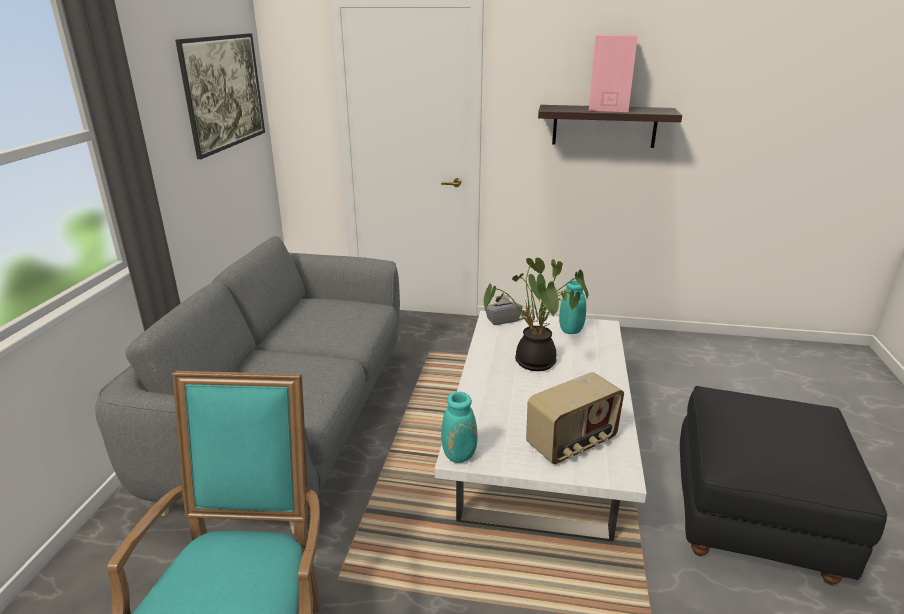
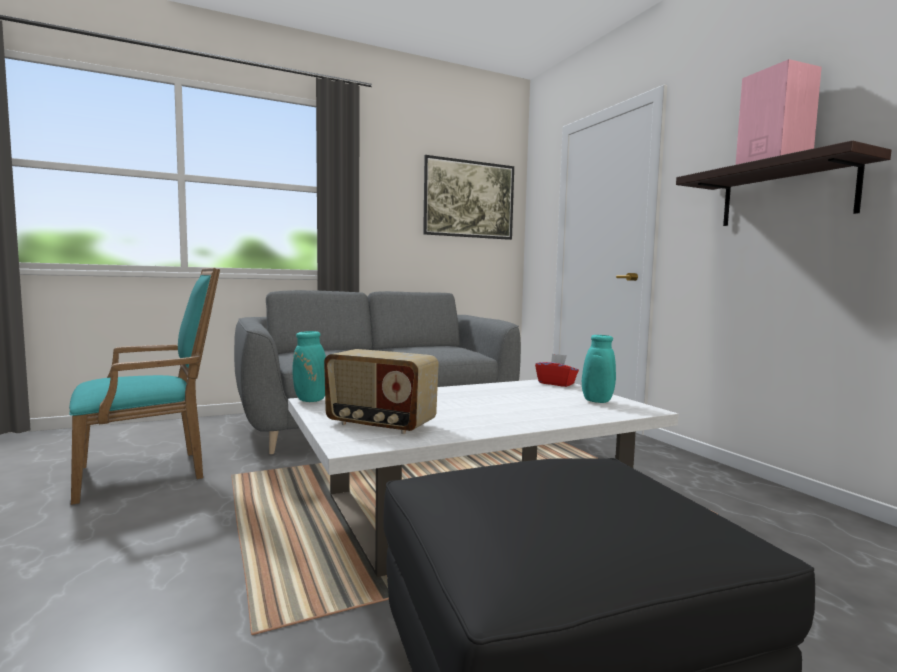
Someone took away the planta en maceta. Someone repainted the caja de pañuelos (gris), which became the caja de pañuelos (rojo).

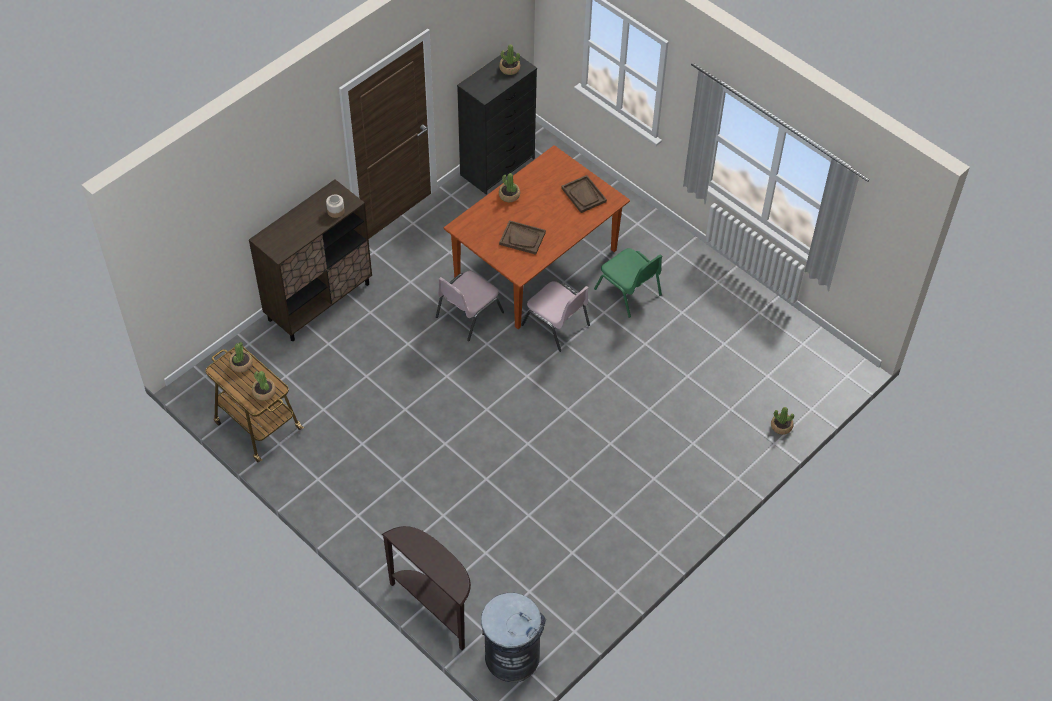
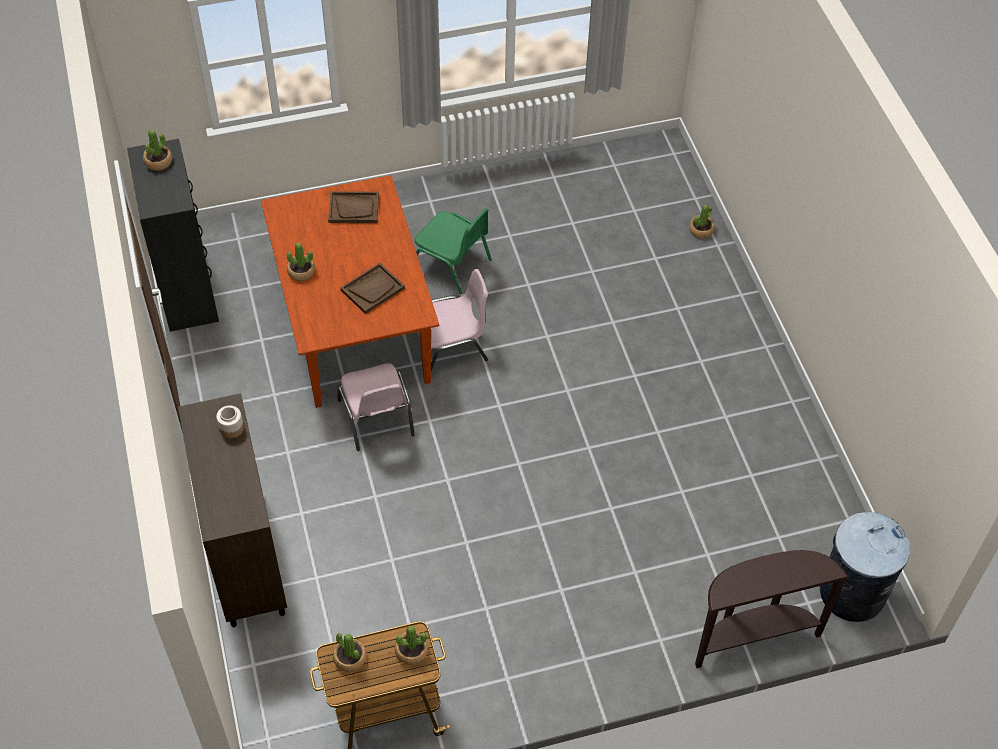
Someone rotated the silla (verde) by 45 degrees clockwise.

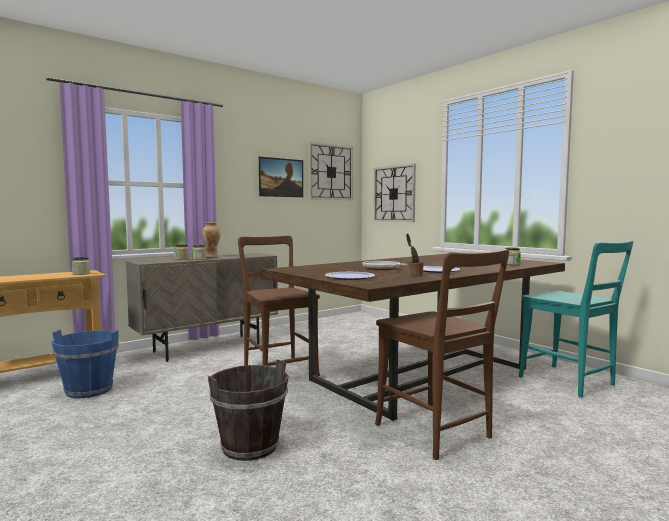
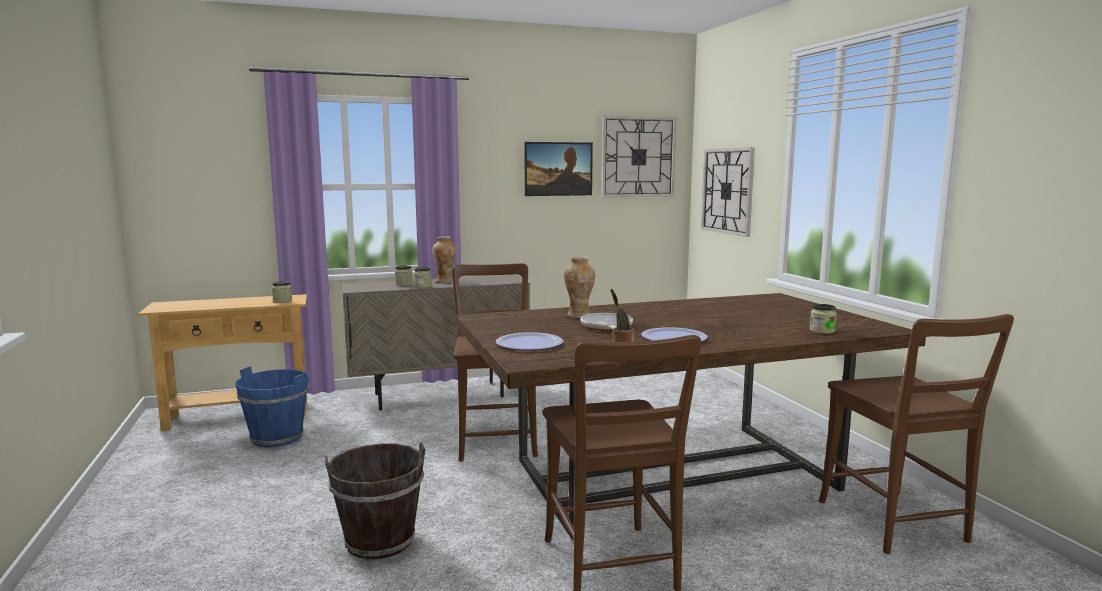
Someone repainted the silla (turquesa), which became the silla (marrón) (3rd from left). Someone put down the florero (2nd from left).

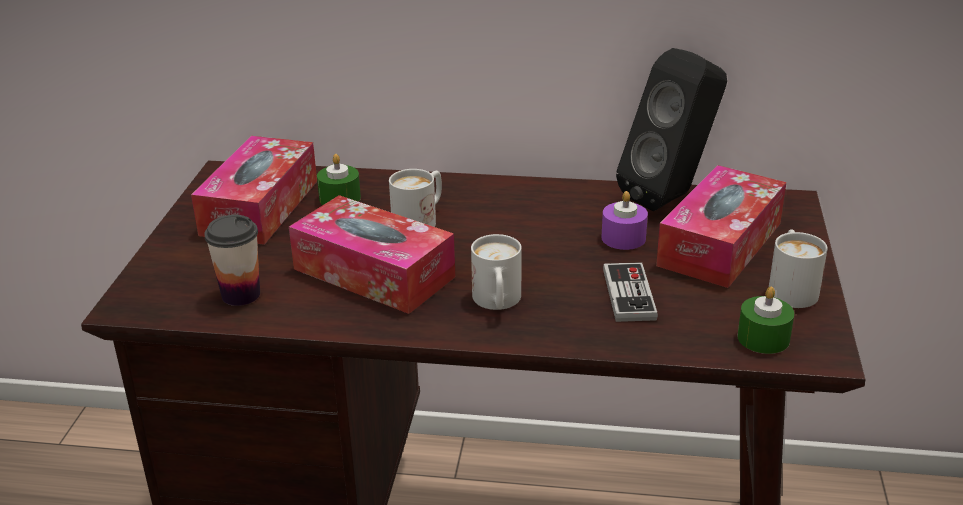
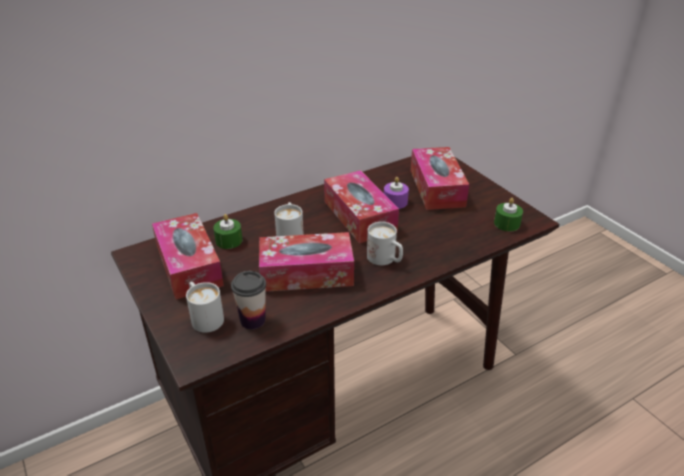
Someone took away the altavoz (negro). Someone carried the taza grande (blanco) (3rd from left in the first image). Someone took away the mando de consola. Someone put down the caja de pañuelos (3rd from left).

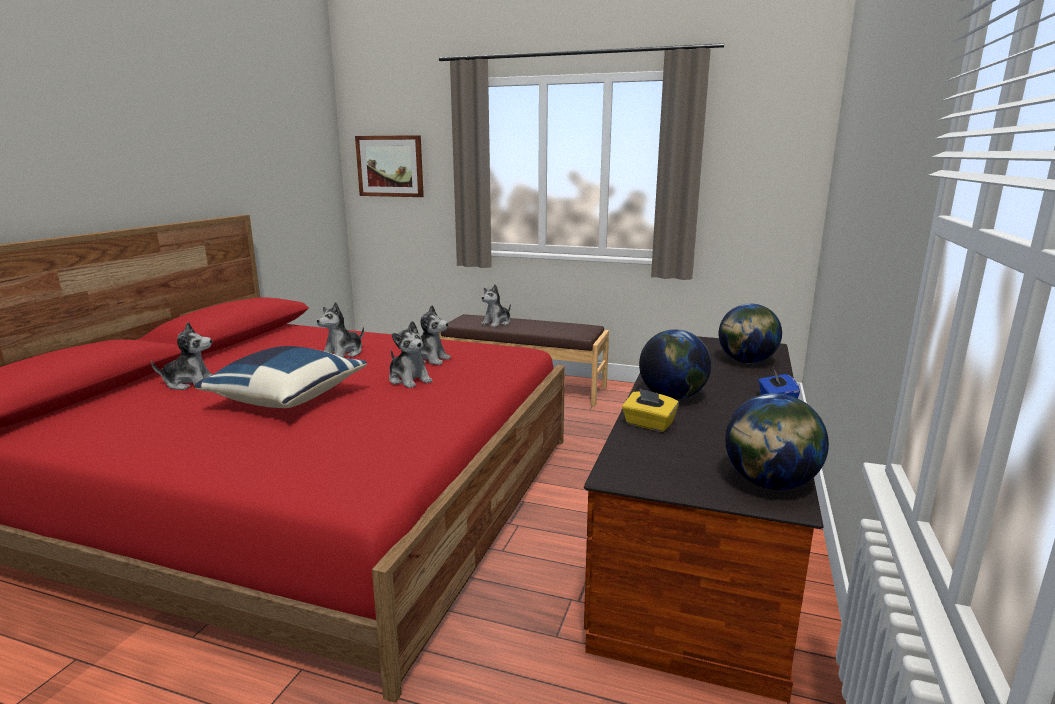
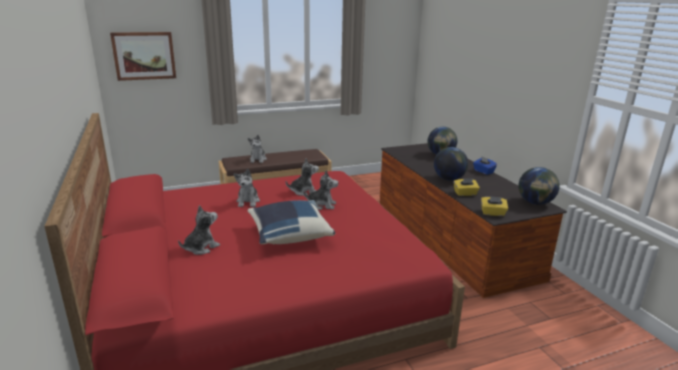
Someone put down the caja de pañuelos (amarillo) (2nd from left).

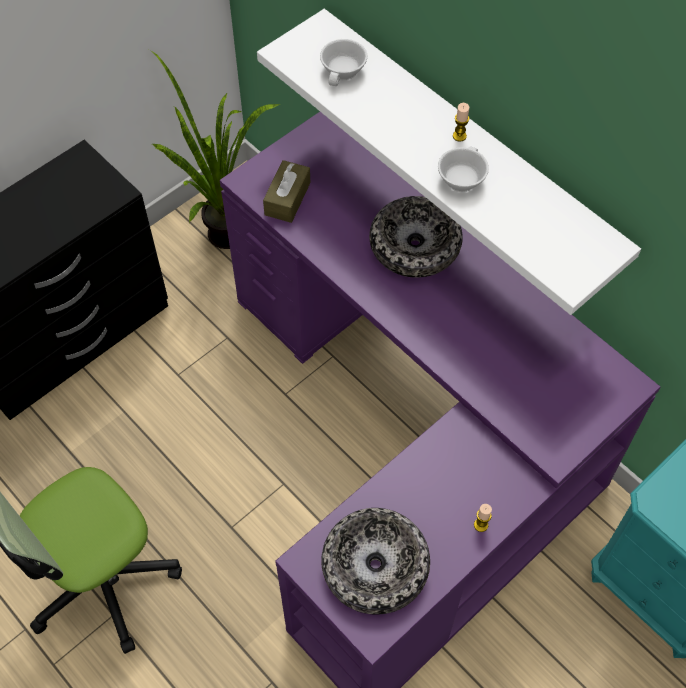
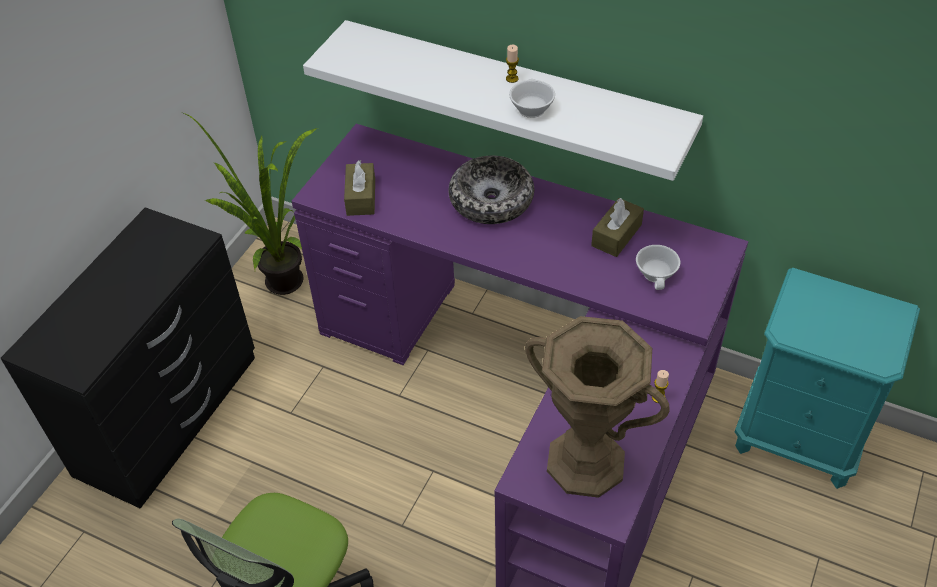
Someone carried the taza (blanco) (1st from left in the first image). Someone swapped the cuenco (1st from left) for the florero (marrón). Someone put down the caja de pañuelos (marrón) (2nd from left).

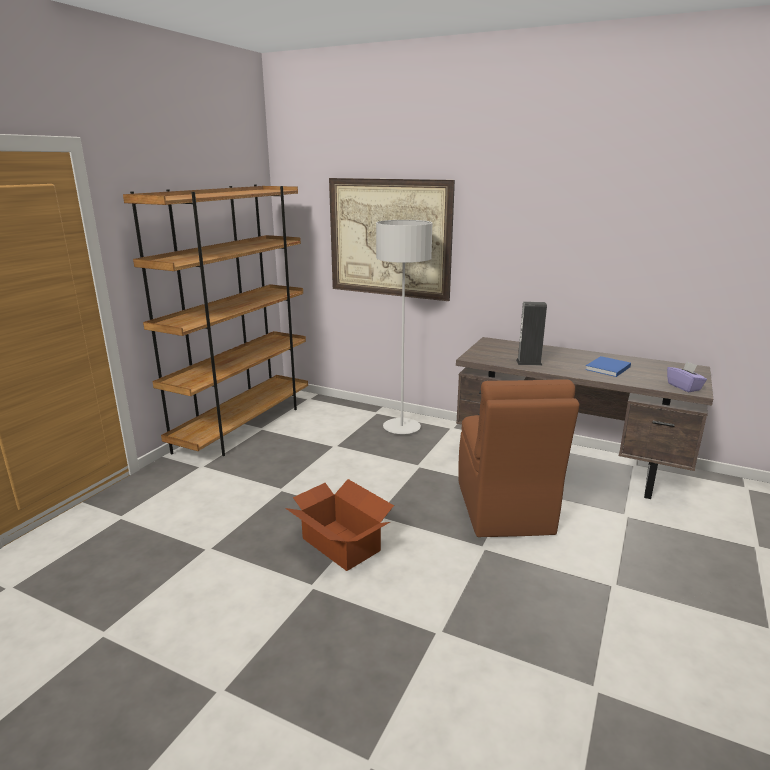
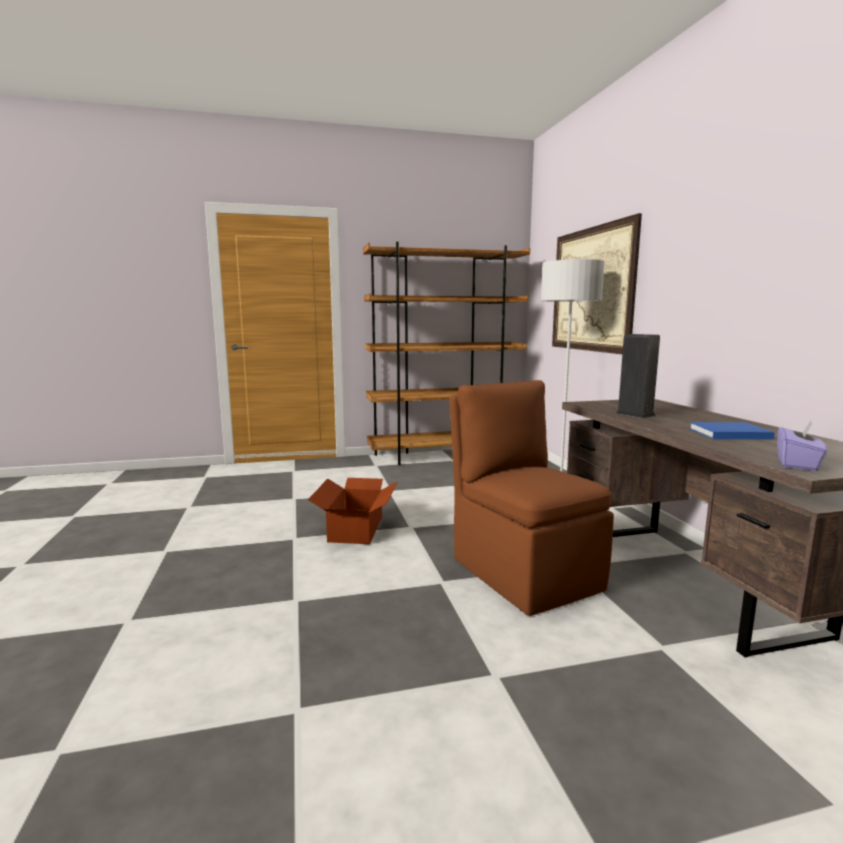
Someone rotated the silla (marrón) by 105 degrees clockwise.

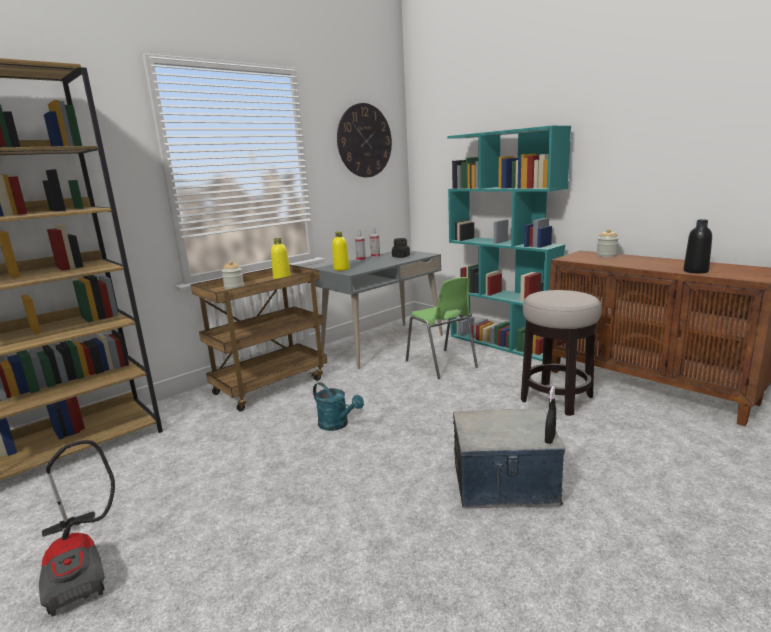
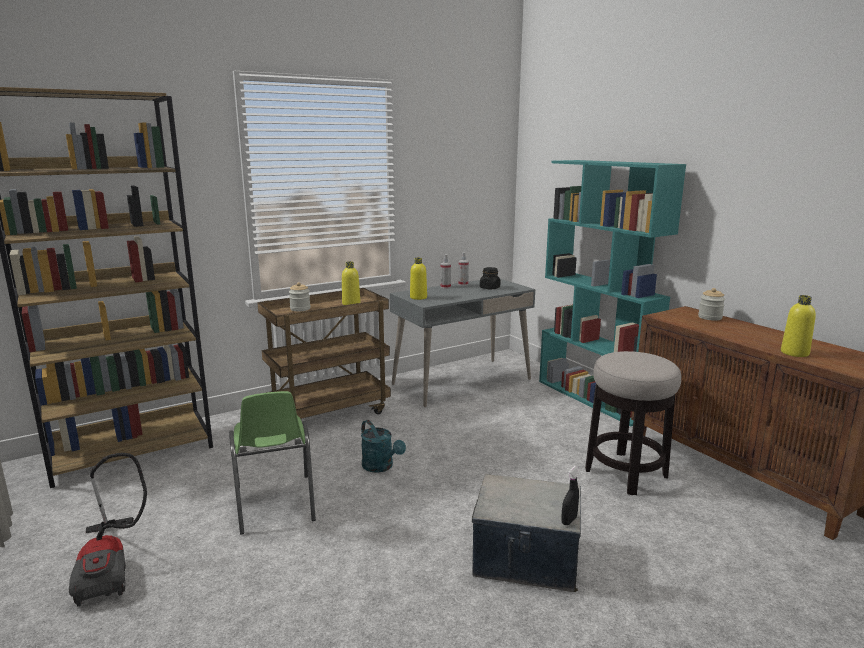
Someone took away the reloj de pared. Someone repainted the botella (negro), which became the botella (amarillo) (3rd from left). Someone carried the silla (verde).

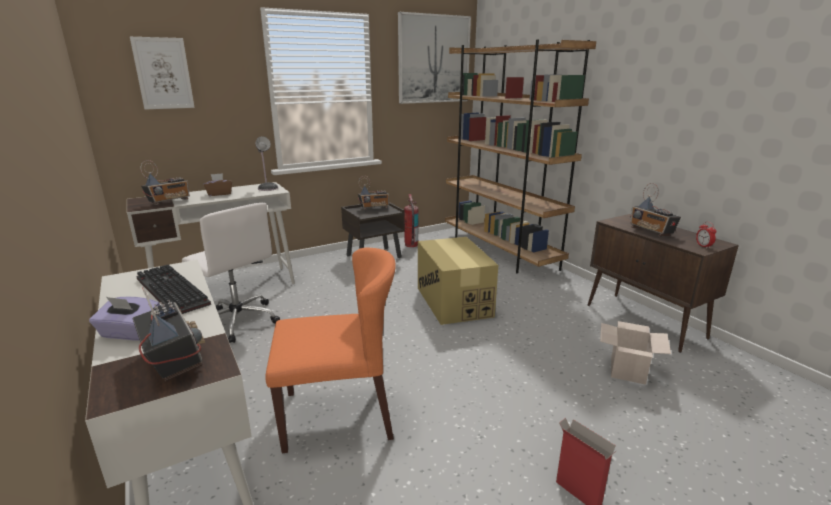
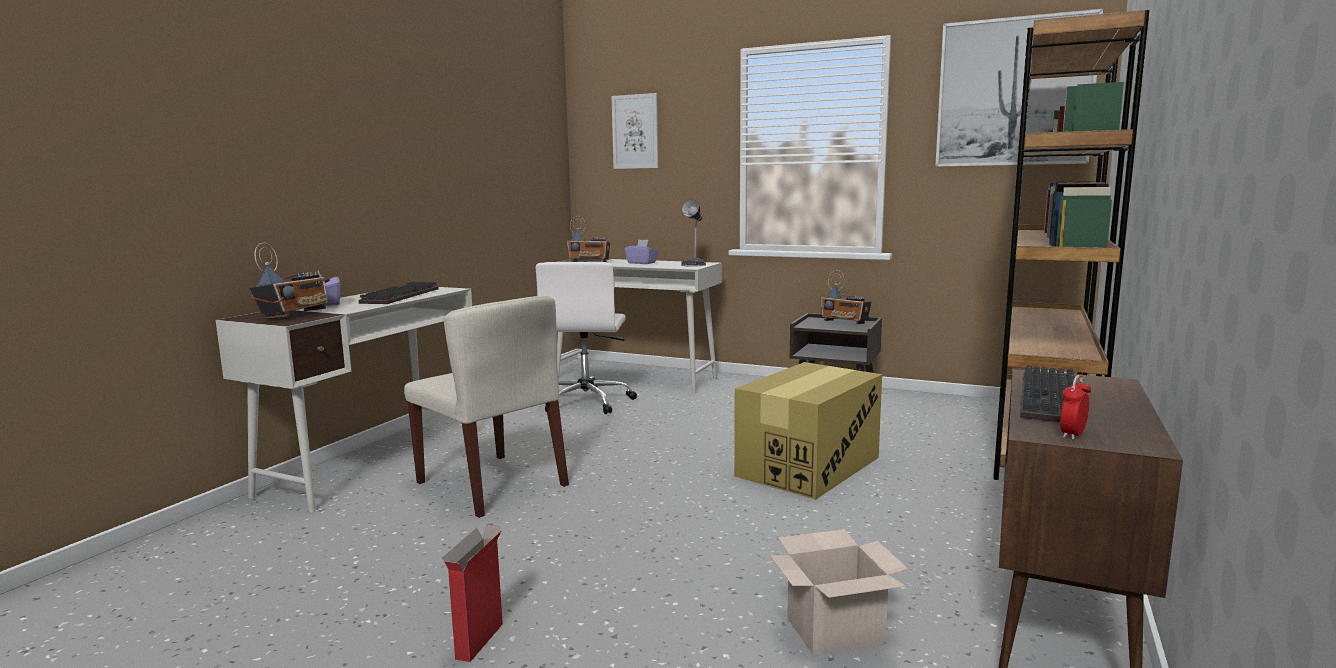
Someone repainted the caja de pañuelos (marrón), which became the caja de pañuelos (morado) (2nd from left). Someone swapped the radio (4th from left) for the teclado (2nd from left). Someone took away the extintor. Someone repainted the silla (naranja), which became the silla (beis).

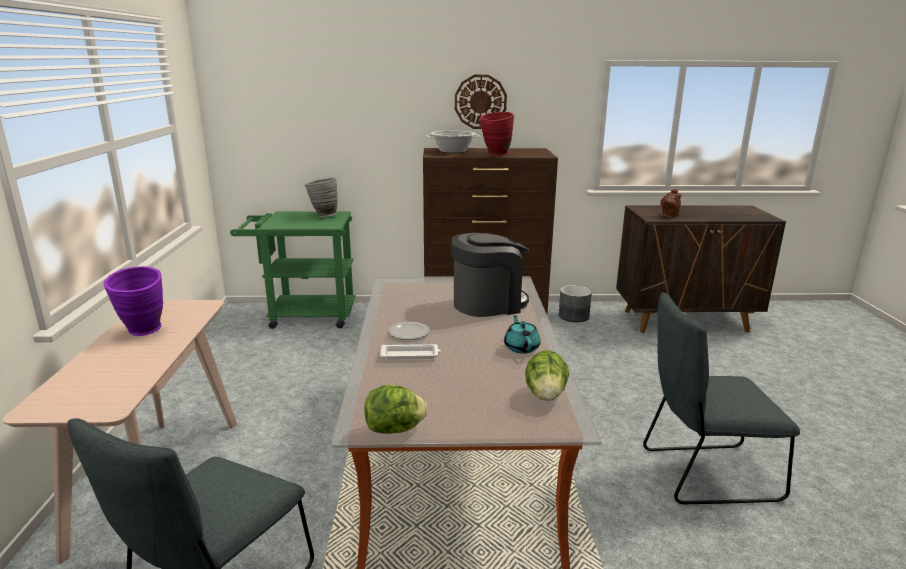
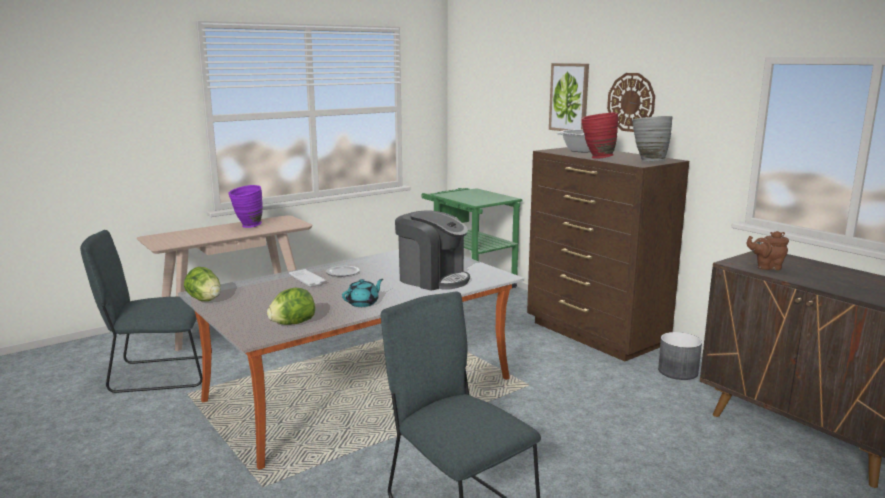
Someone carried the florero (gris). Someone put up the cuadro.

